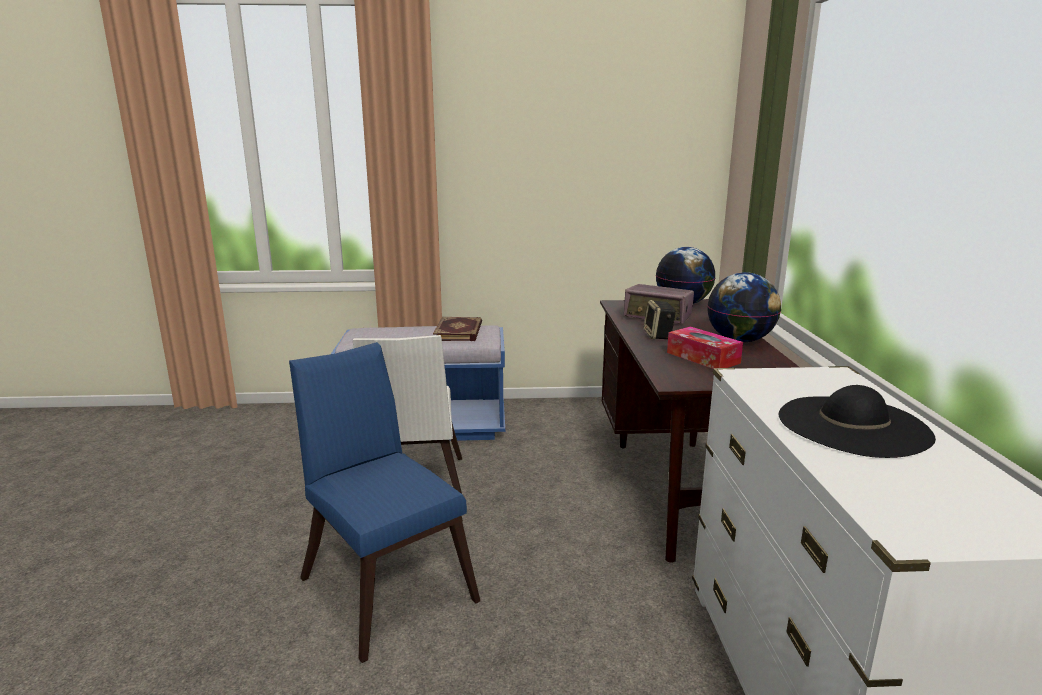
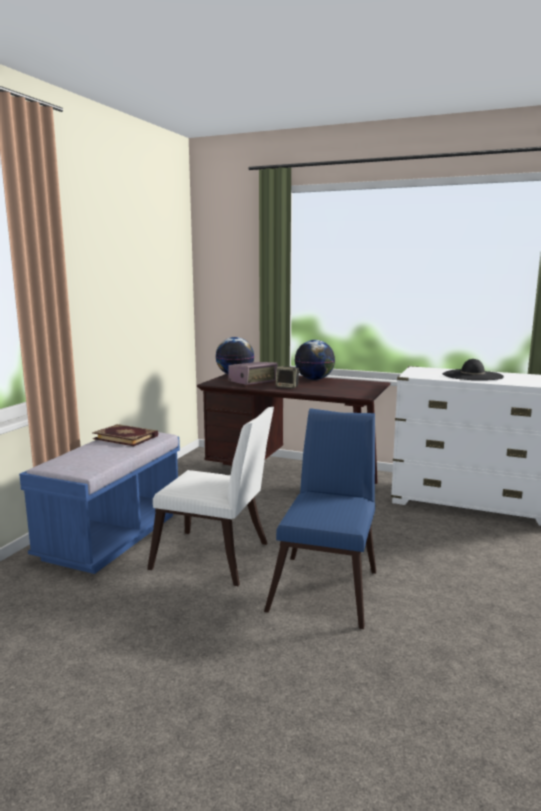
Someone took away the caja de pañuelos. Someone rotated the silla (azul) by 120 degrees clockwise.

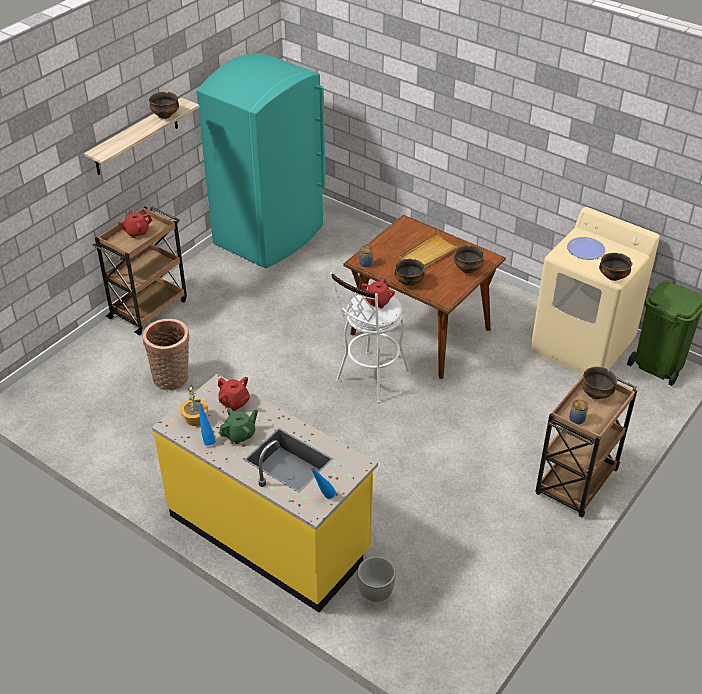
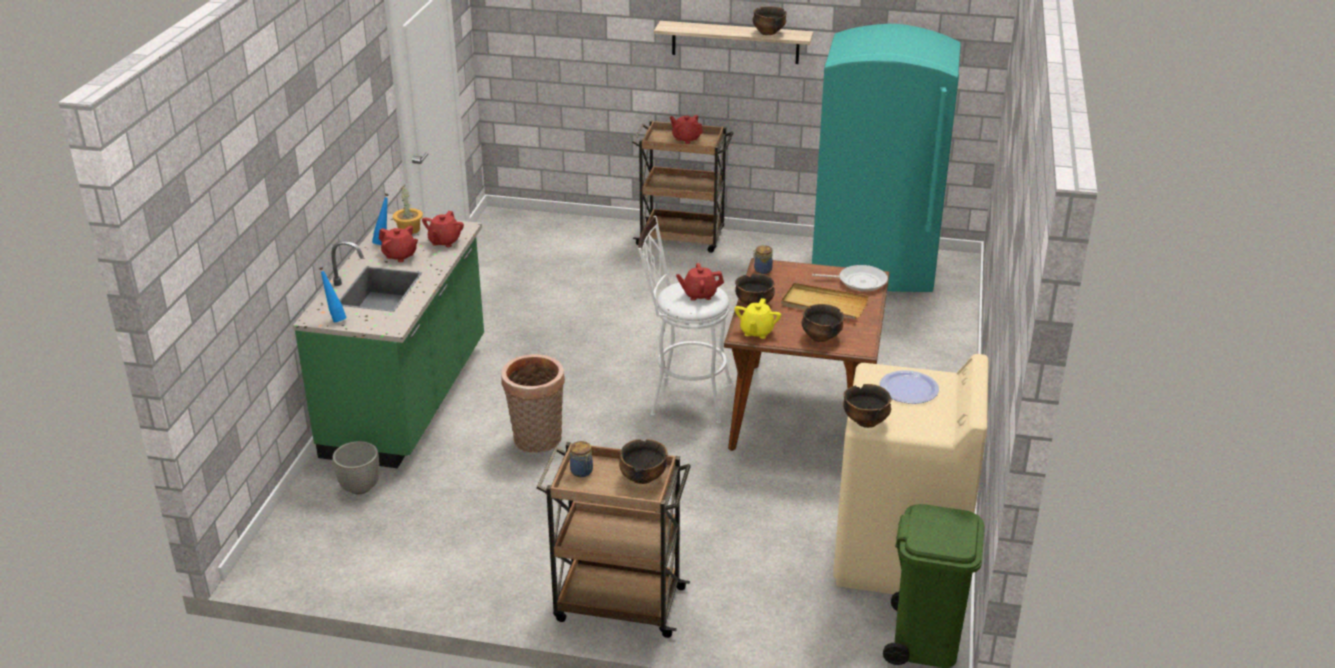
Someone carried the cesta. Someone repainted the mueble bajo de cocina (amarillo), which became the mueble bajo de cocina (verde). Someone repainted the tetera (verde), which became the tetera (rojo) (1st from left). Someone put down the sartén. Someone put down the tetera (amarillo).

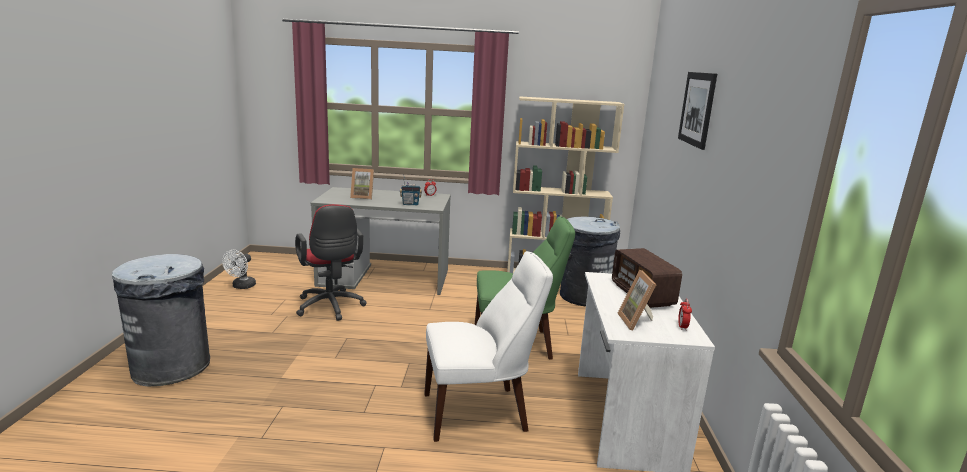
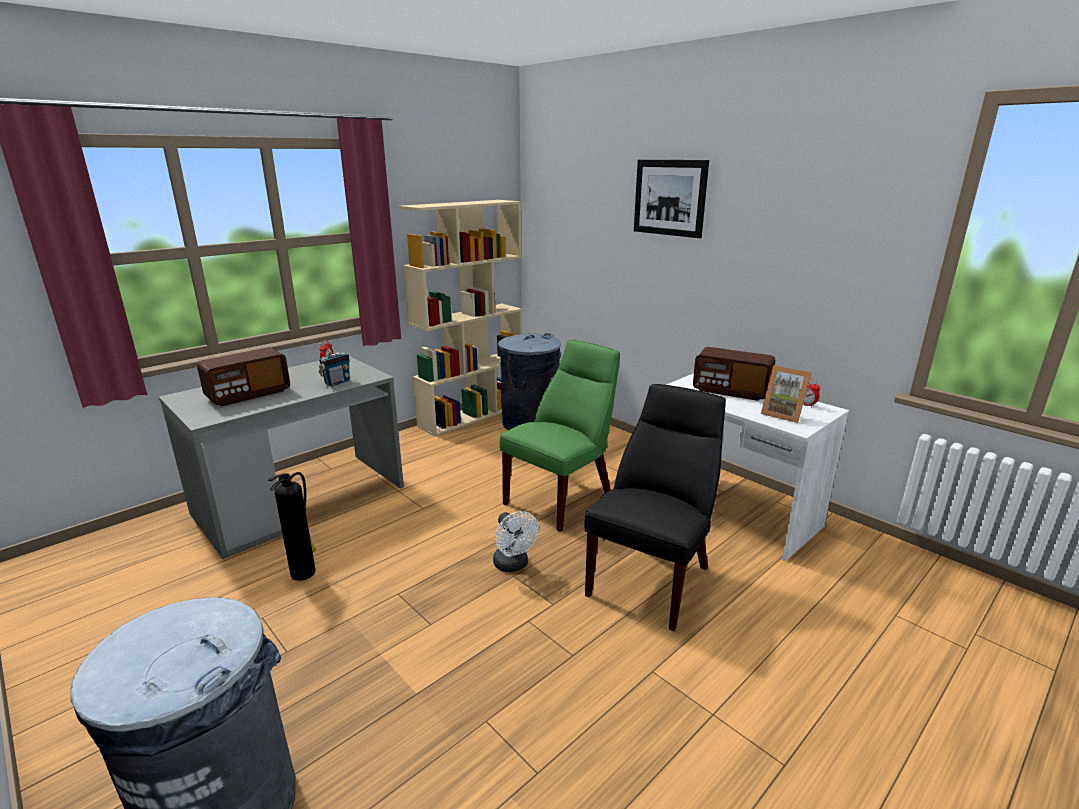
Someone swapped the portarretratos (1st from left) for the radio (1st from left). Someone swapped the silla de oficina (rojo) for the extintor. Someone carried the ventilador (blanco). Someone repainted the silla (blanco), which became the silla (negro).

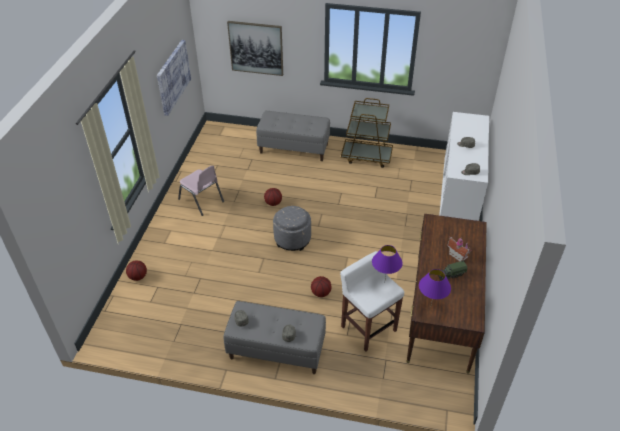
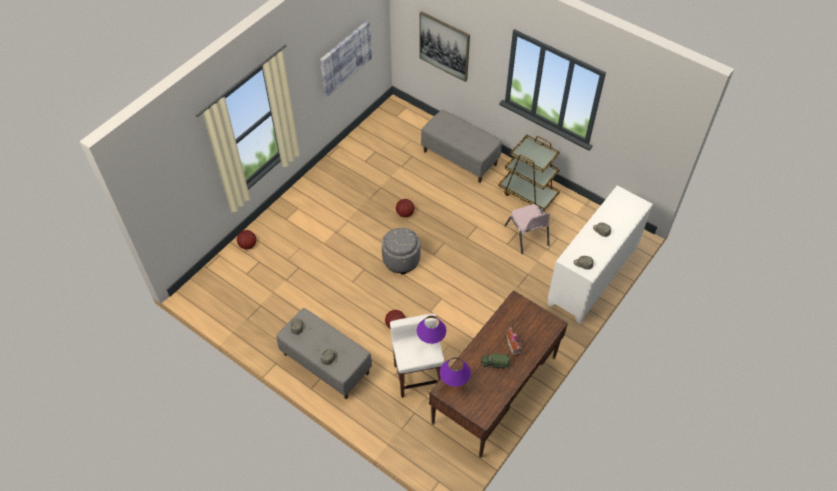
Someone carried the silla (rosa).

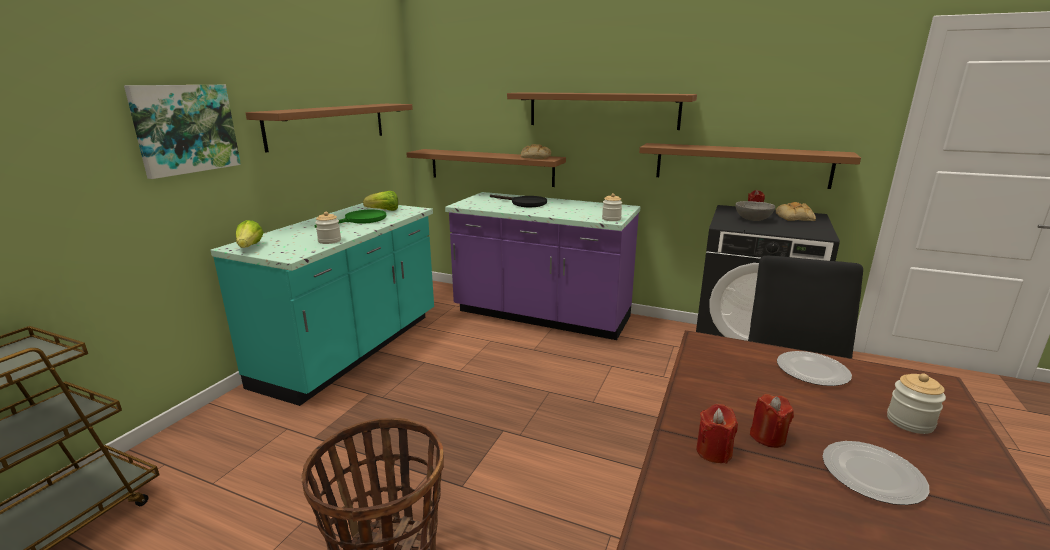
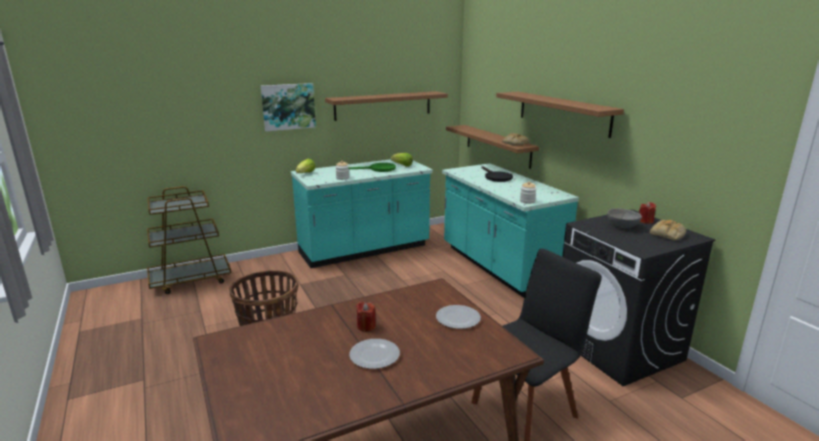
Someone took away the estante (marrón) (4th from left). Someone repainted the mueble bajo de cocina (morado), which became the mueble bajo de cocina (turquesa) (2nd from left). Someone took away the tarro (3rd from left). Someone took away the vela (rojo) (1st from left).

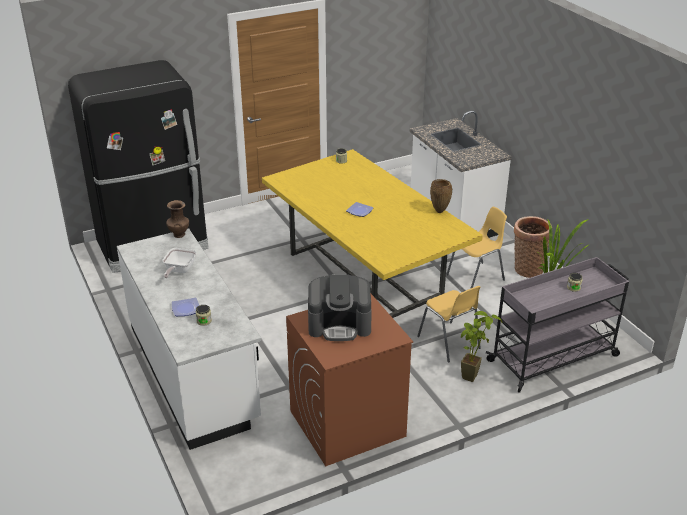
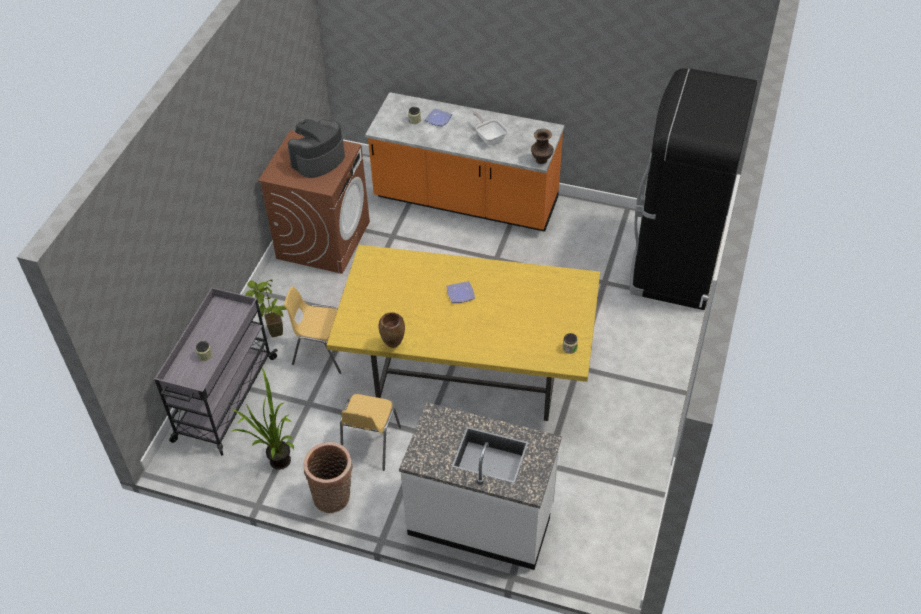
Someone repainted the mueble bajo de cocina (blanco) (1st from left), which became the mueble bajo de cocina (naranja).

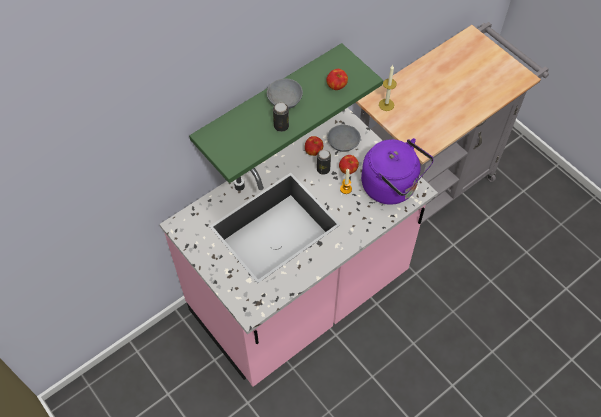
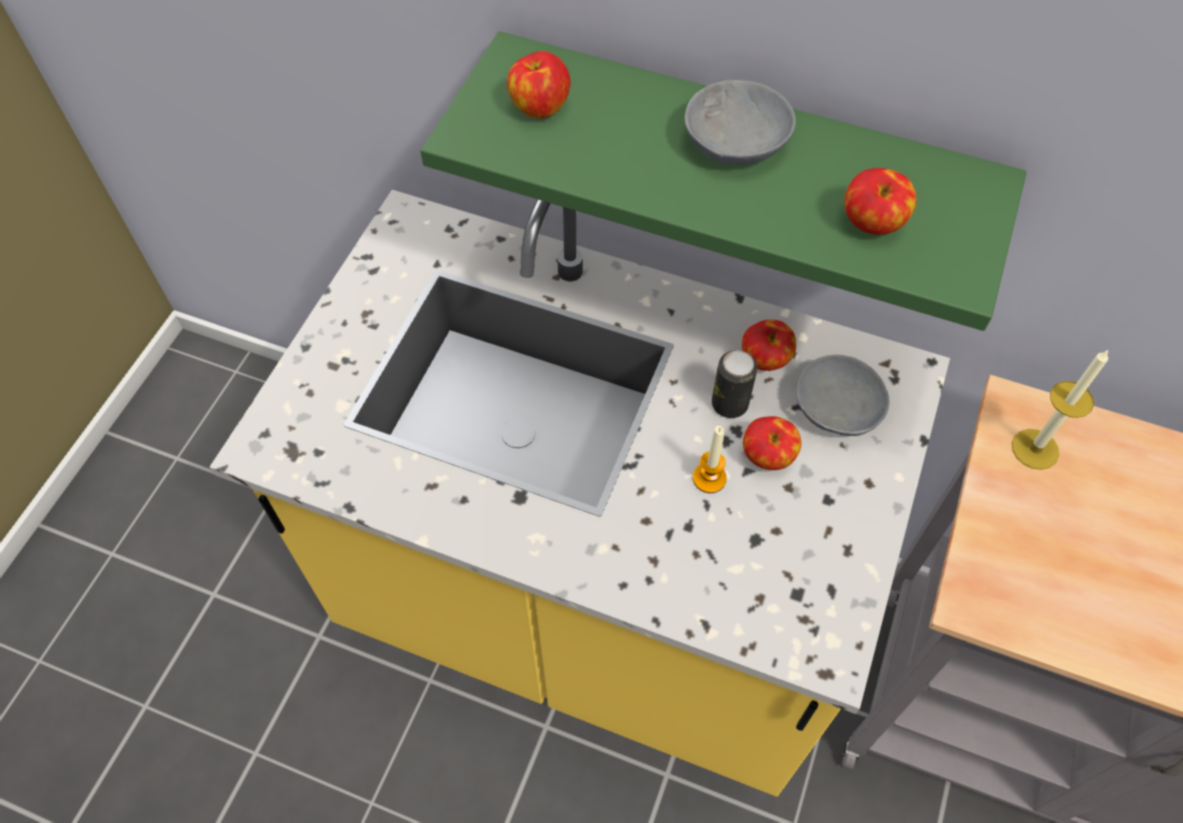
Someone took away the lata (1st from left). Someone repainted the mueble bajo de cocina (rosa), which became the mueble bajo de cocina (amarillo). Someone took away the hervidor (morado). Someone put down the manzana (1st from left).

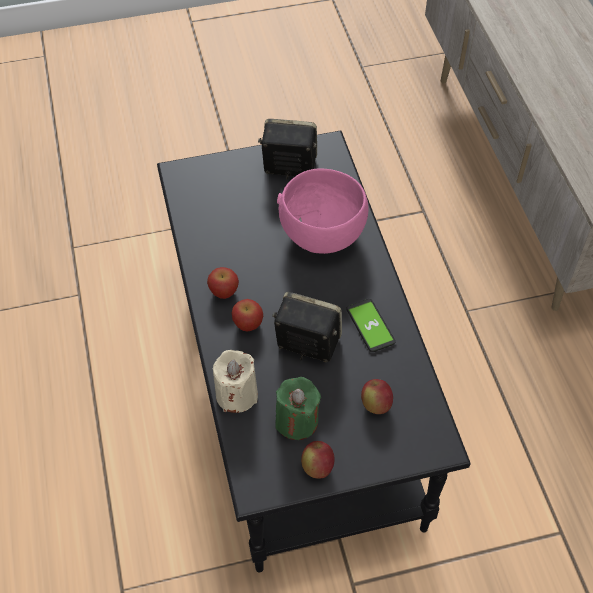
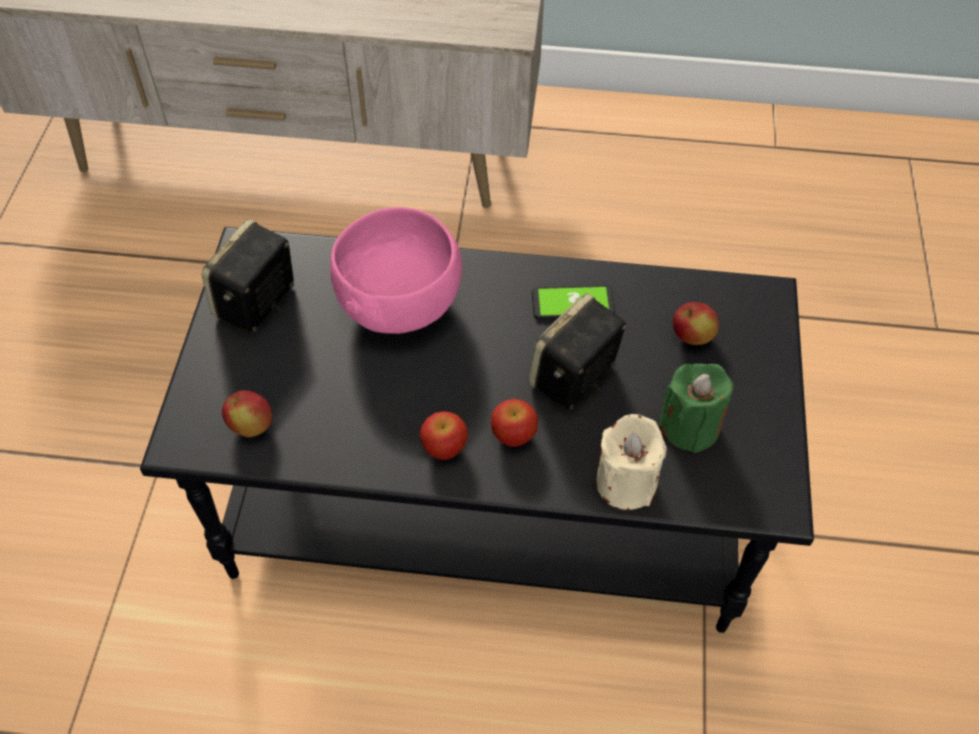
Someone carried the manzana (3rd from left in the first image).

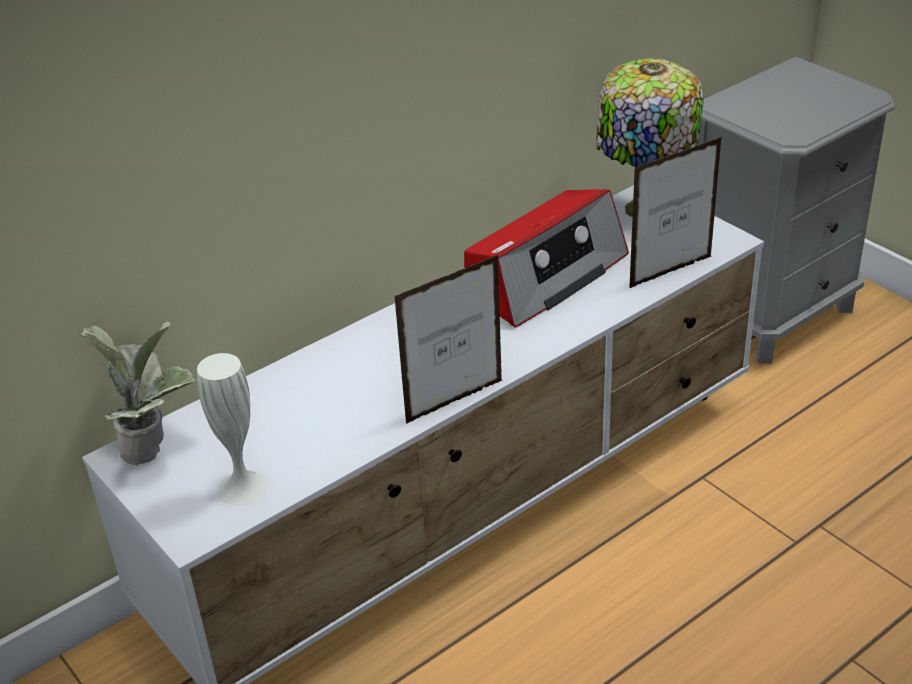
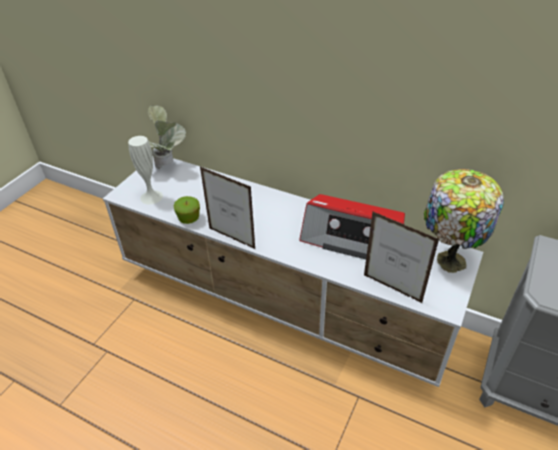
Someone put down the manzana.

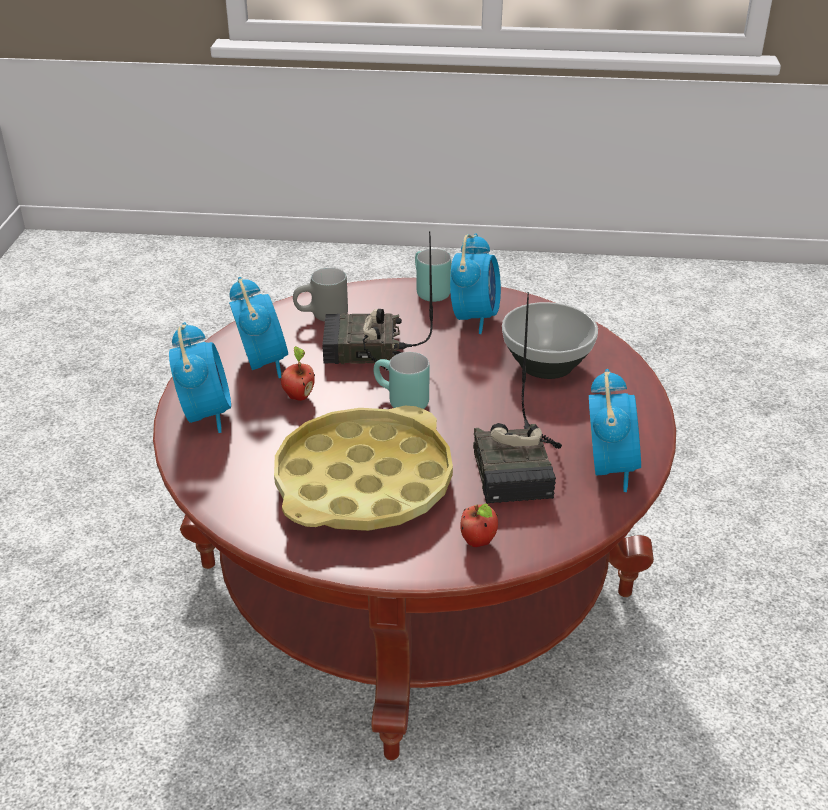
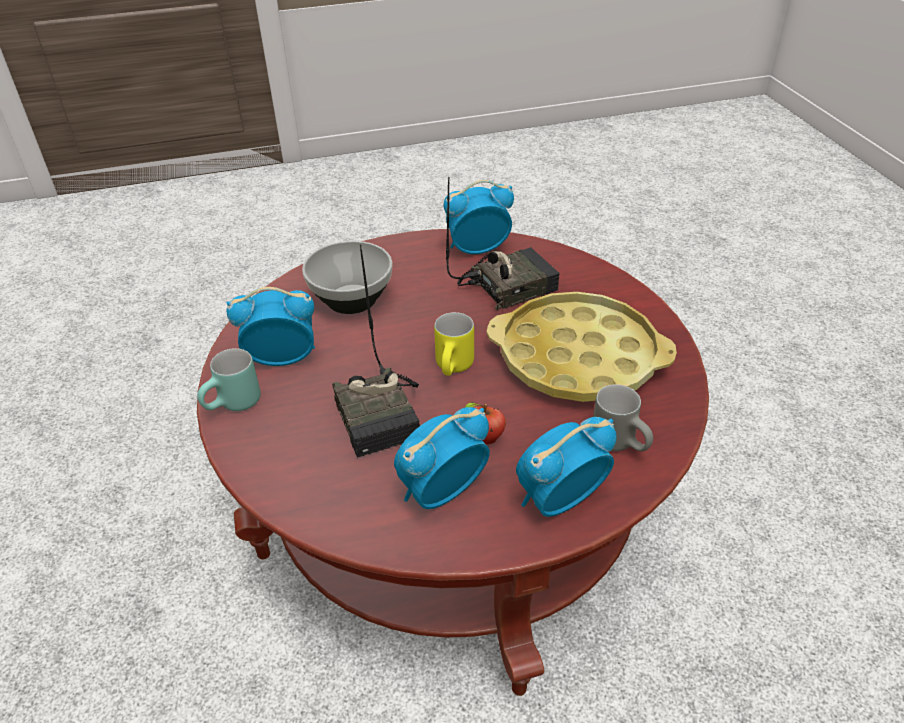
Someone carried the taza grande (gris). Someone repainted the taza grande (turquesa) (1st from left), which became the taza grande (amarillo). Someone took away the manzana (2nd from left).

